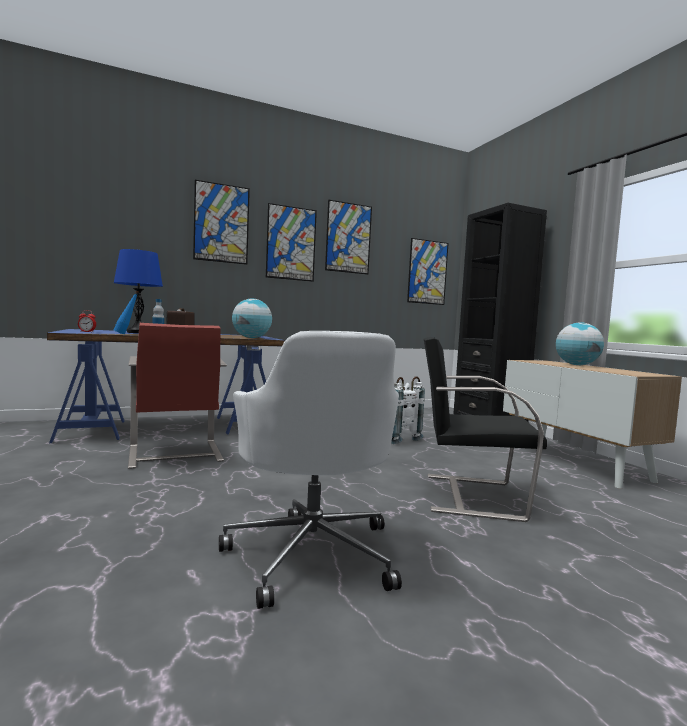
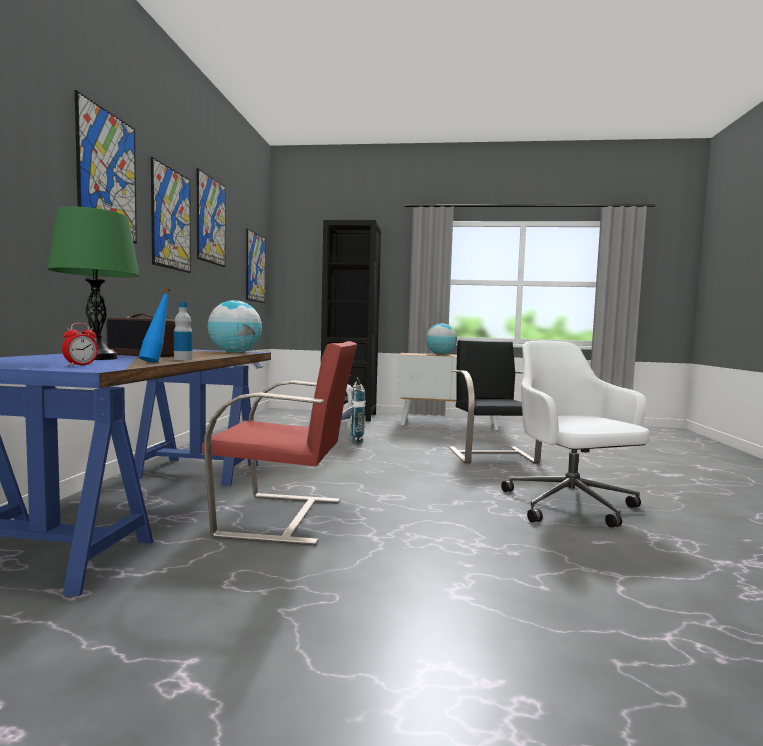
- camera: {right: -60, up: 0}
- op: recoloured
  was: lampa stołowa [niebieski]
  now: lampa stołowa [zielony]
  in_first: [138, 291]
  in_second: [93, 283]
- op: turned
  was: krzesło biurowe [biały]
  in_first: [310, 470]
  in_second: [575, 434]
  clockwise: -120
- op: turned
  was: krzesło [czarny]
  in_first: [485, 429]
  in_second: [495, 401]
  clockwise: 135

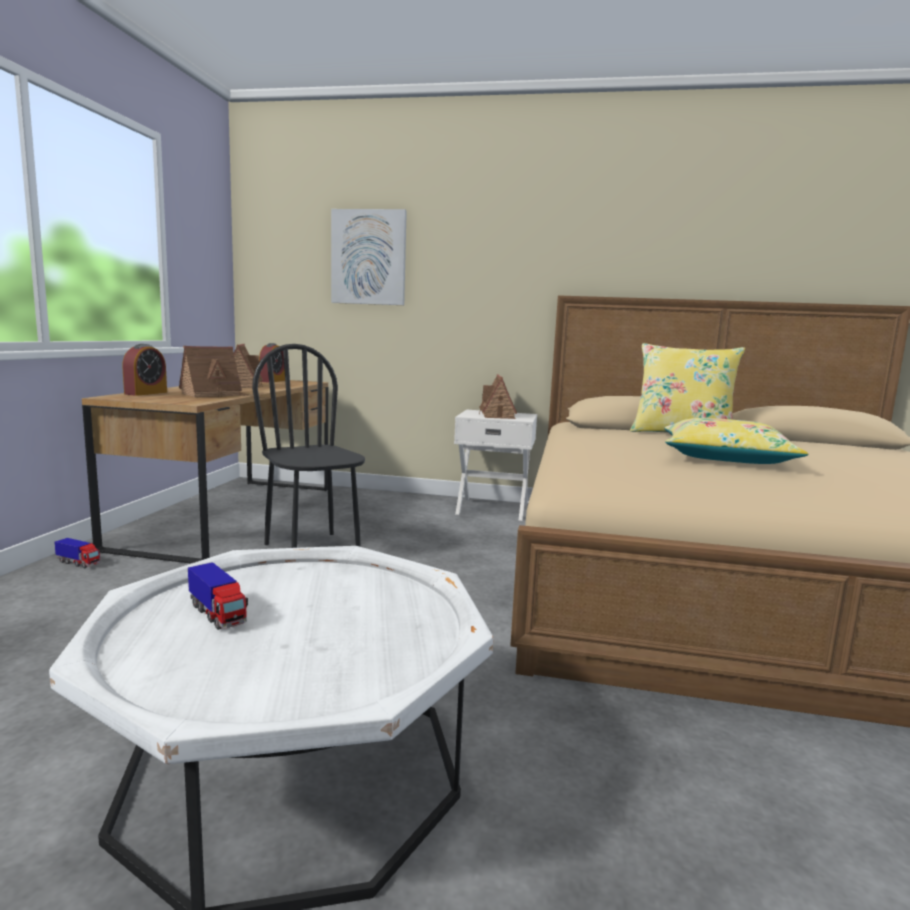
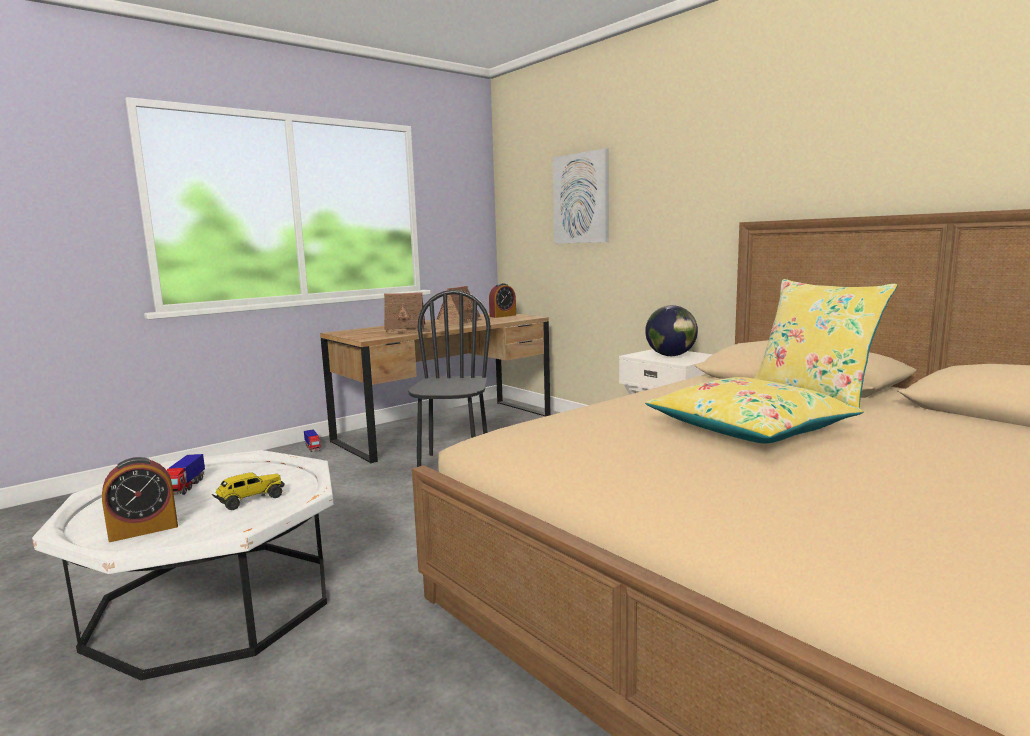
- camera: {right: 40, up: 0}
- op: moved
  was: budzik
  in_first: [144, 370]
  in_second: [140, 499]
- op: replaced
  was: domek
  now: globus
  in_first: [498, 396]
  in_second: [671, 330]
- op: added
  now: ciężarówka zabawkowa
  in_second: [248, 491]

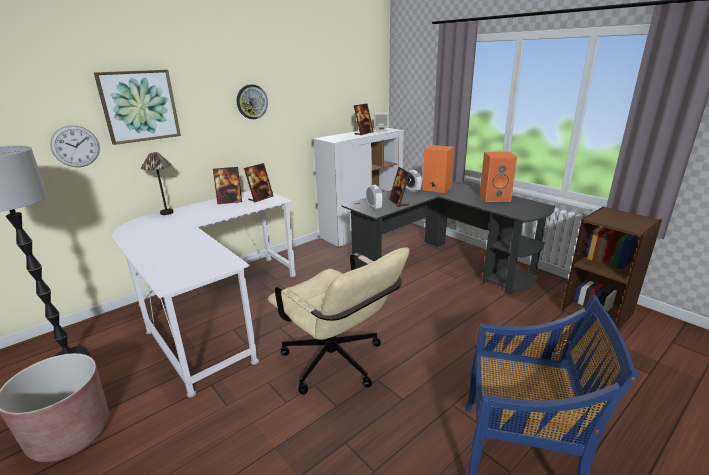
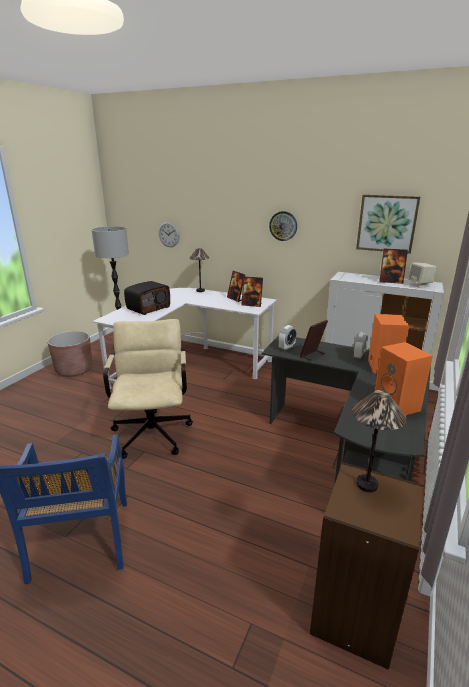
- camera: {right: 65, up: 0}
- op: moved
  was: obraz
  in_first: [137, 107]
  in_second: [388, 224]
- op: turned
  was: krzesło biurowe [beżowy]
  in_first: [338, 321]
  in_second: [148, 389]
  clockwise: 150
- op: added
  now: radio
  in_second: [147, 298]
- op: added
  now: lampa stołowa
  in_second: [379, 441]

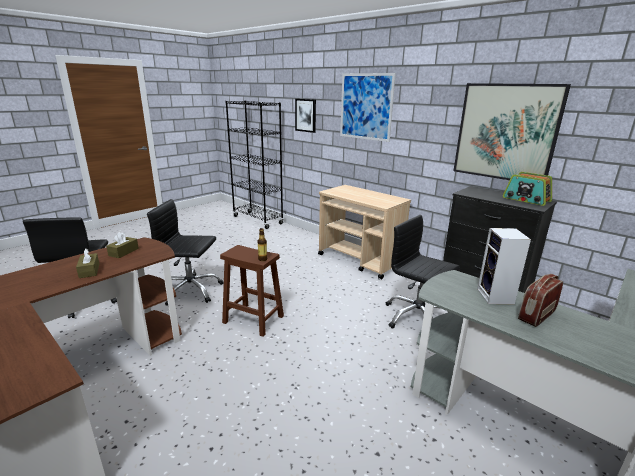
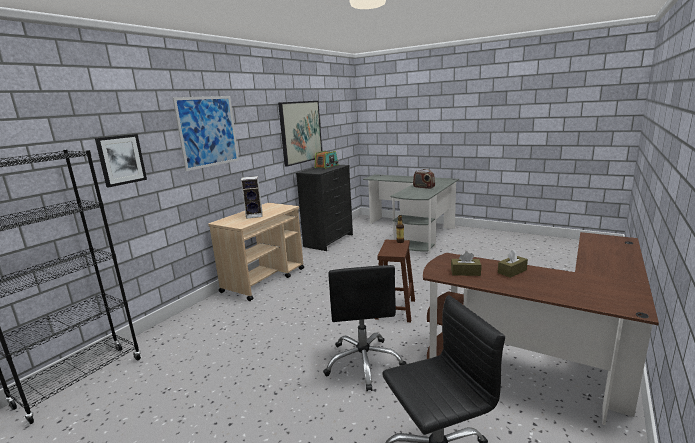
- camera: {right: -100, up: -5}
- op: removed
  was: krzesło biurowe [czarny]
  in_first: [423, 272]
- op: moved
  was: głośnik
  in_first: [504, 266]
  in_second: [252, 197]

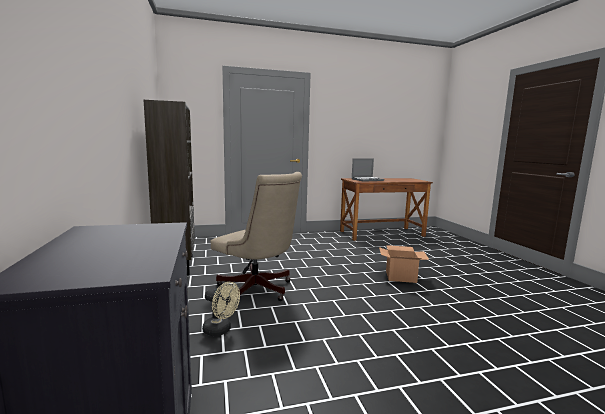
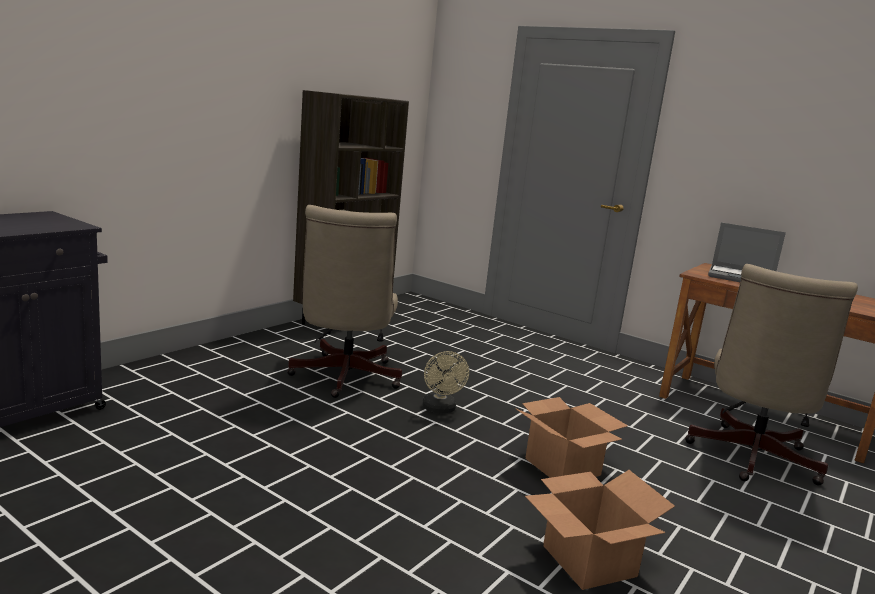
- camera: {right: 50, up: 5}
- op: moved
  was: wentylator [beżowy]
  in_first: [221, 309]
  in_second: [445, 382]
- op: added
  now: krzesło biurowe [beżowy]
  in_second: [771, 375]
- op: added
  now: karton
  in_second: [600, 530]

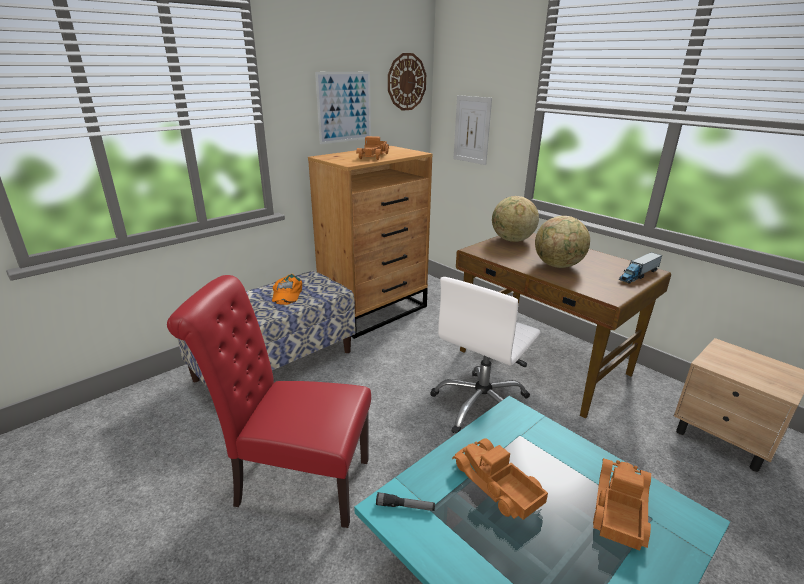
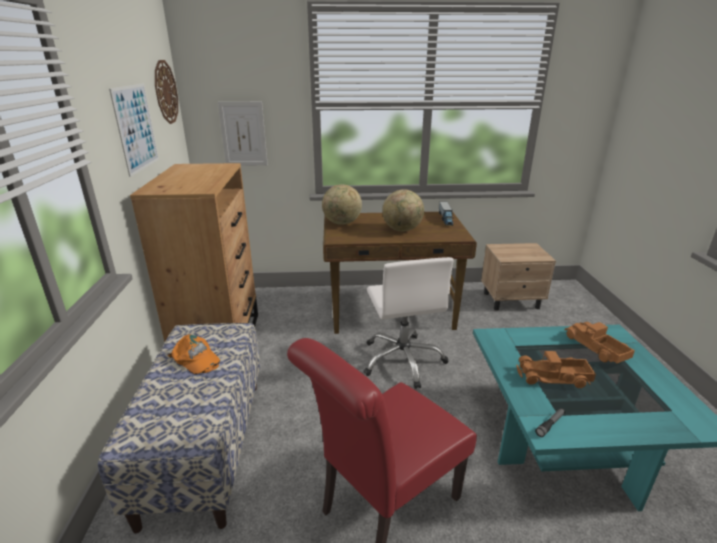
- camera: {right: -50, up: 0}
- op: removed
  was: ciężarówka zabawkowa
  in_first: [372, 148]

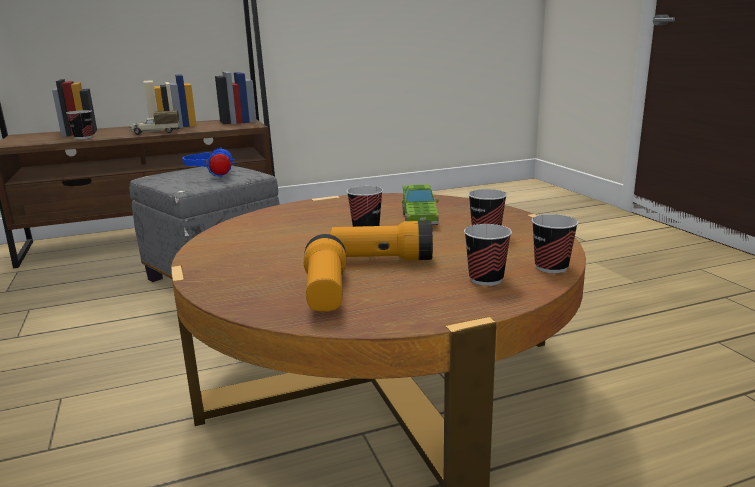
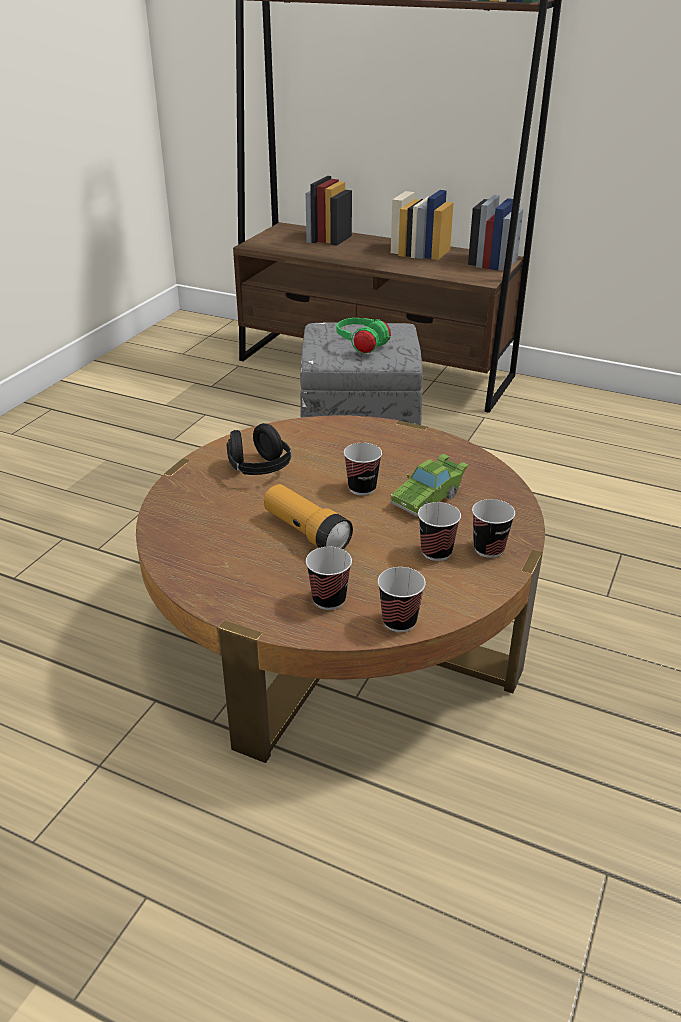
- camera: {right: 45, up: 15}
- op: moved
  was: filiżanka
  in_first: [79, 124]
  in_second: [493, 528]
- op: removed
  was: ciężarówka zabawkowa
  in_first: [155, 122]
- op: recoloured
  was: słuchawki [niebieski]
  now: słuchawki [zielony]
  in_first: [209, 162]
  in_second: [364, 336]
- op: removed
  was: latarka
  in_first: [325, 273]
- op: added
  now: słuchawki [czarny]
  in_second: [259, 449]

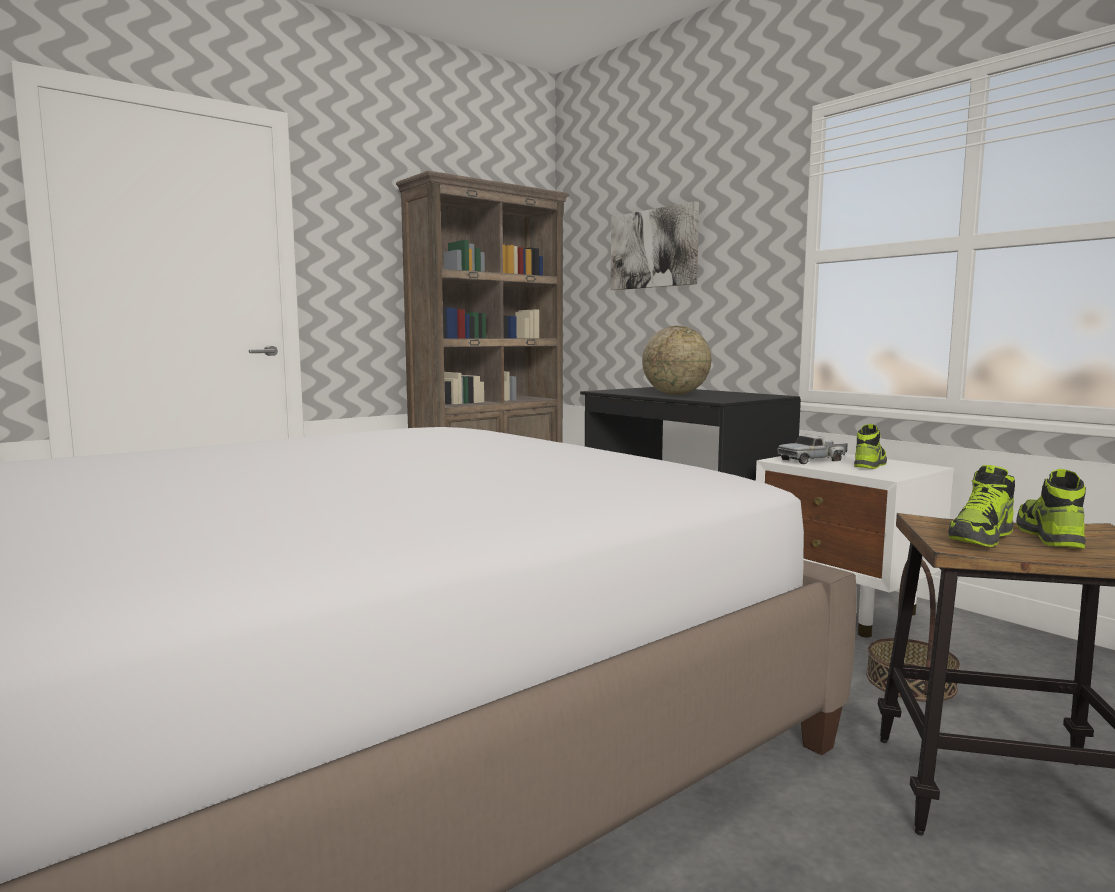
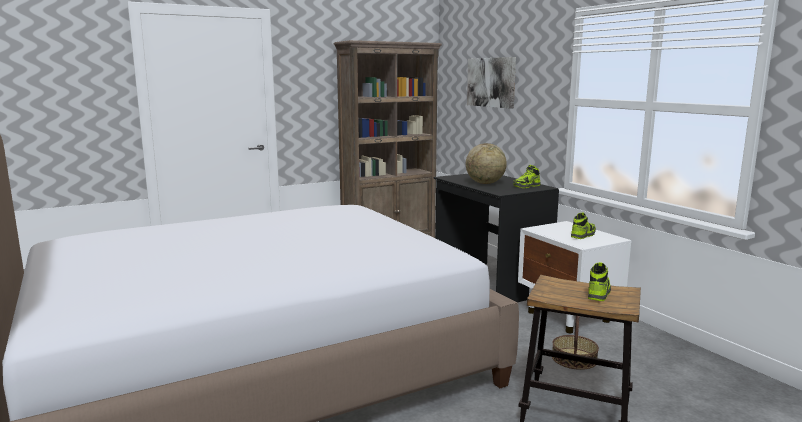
- camera: {right: 10, up: 5}
- op: removed
  was: ciężarówka zabawkowa
  in_first: [812, 449]
- op: moved
  was: but
  in_first: [981, 506]
  in_second: [526, 176]

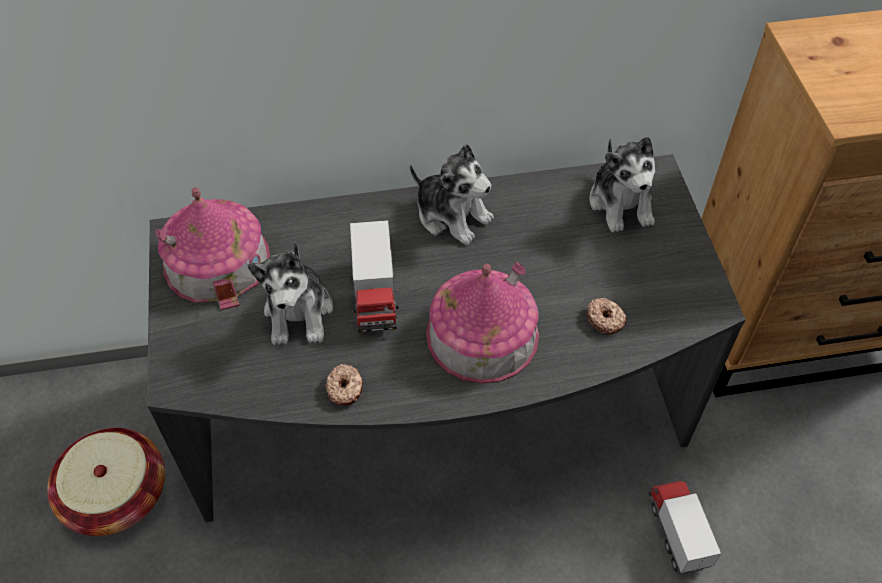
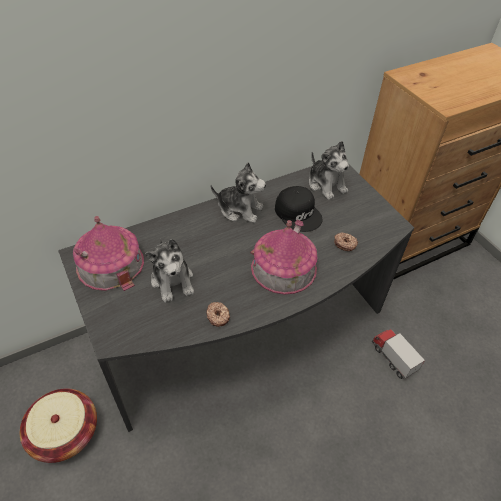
- camera: {right: -20, up: -5}
- op: removed
  was: ciężarówka zabawkowa
  in_first: [374, 276]
- op: added
  now: czapka z daszkiem [czarny]
  in_second: [298, 209]

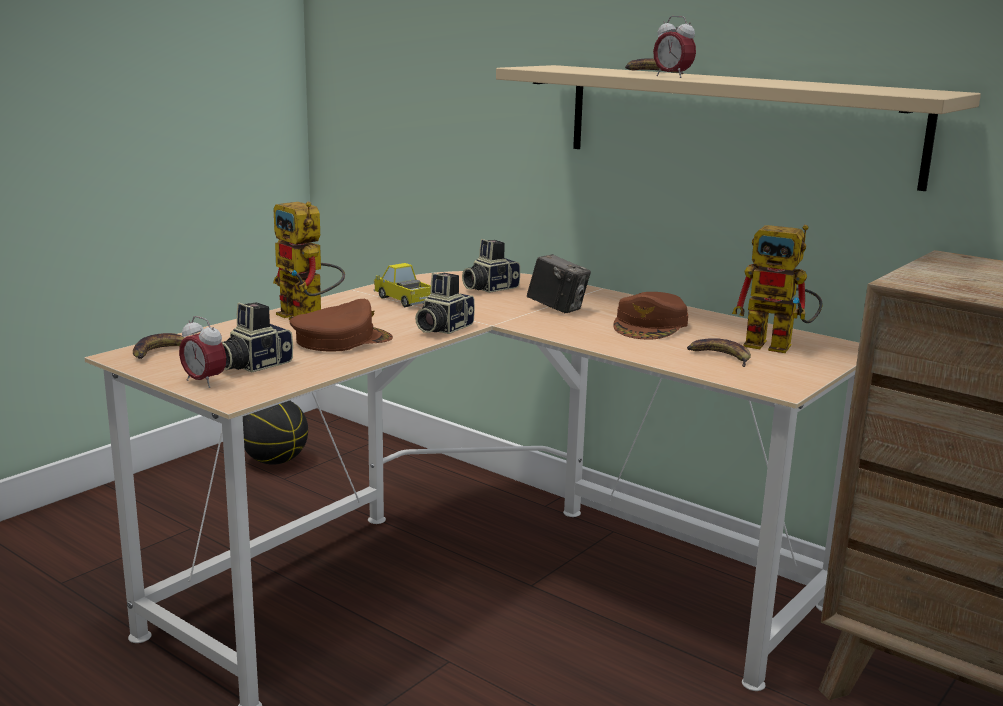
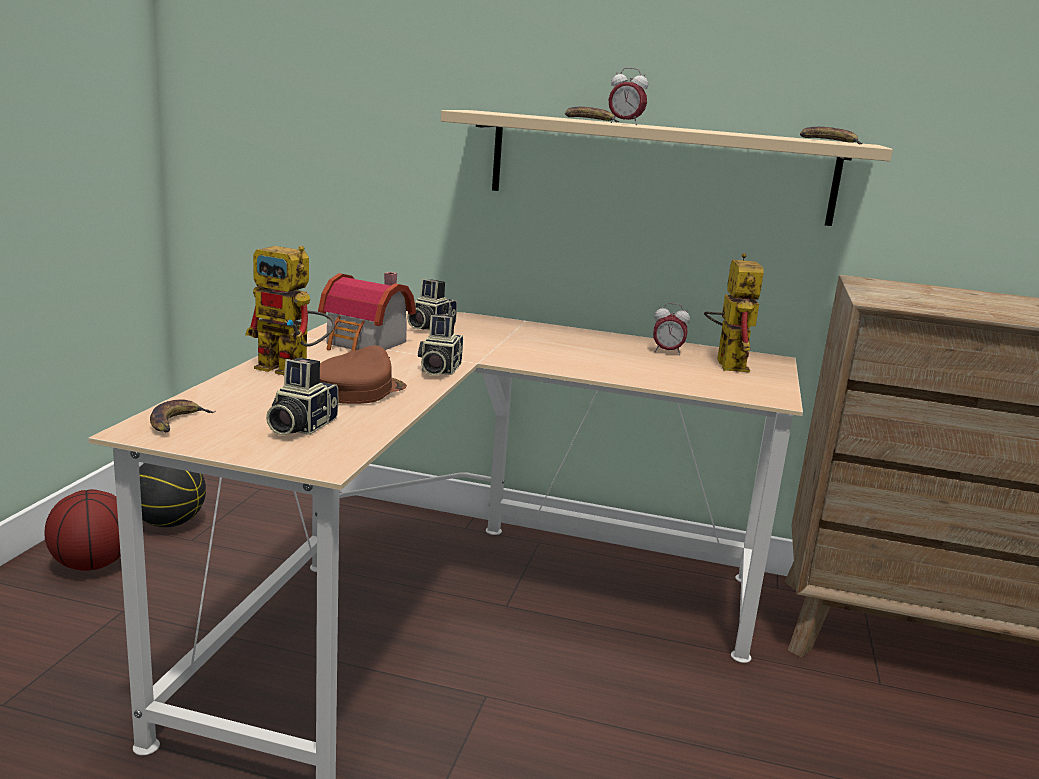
- camera: {right: -25, up: 0}
- op: turned
  was: robot zabawkowy
  in_first: [777, 289]
  in_second: [734, 312]
  clockwise: -90
- op: removed
  was: aparat fotograficzny
  in_first: [559, 283]
- op: replaced
  was: ciężarówka zabawkowa
  now: domek
  in_first: [402, 285]
  in_second: [367, 311]
- op: removed
  was: czapka z daszkiem [brązowy]
  in_first: [650, 316]
- op: moved
  was: budzik
  in_first: [202, 352]
  in_second: [671, 329]
- op: moved
  was: banan
  in_first: [719, 352]
  in_second: [831, 135]
- op: added
  now: piłka do koszykówki
  in_second: [83, 530]

